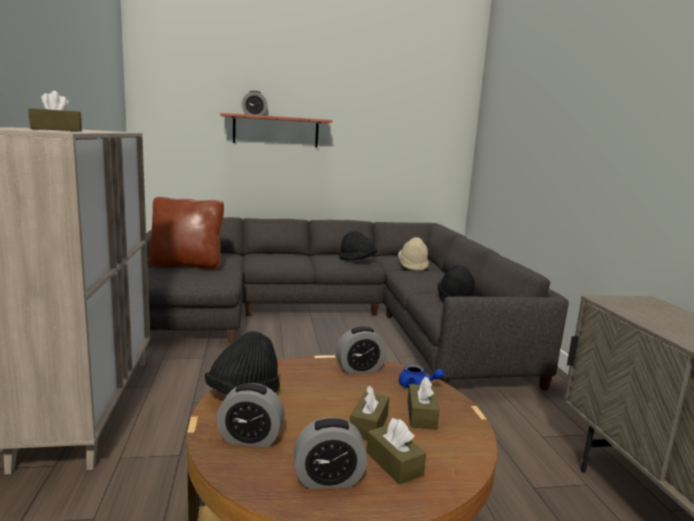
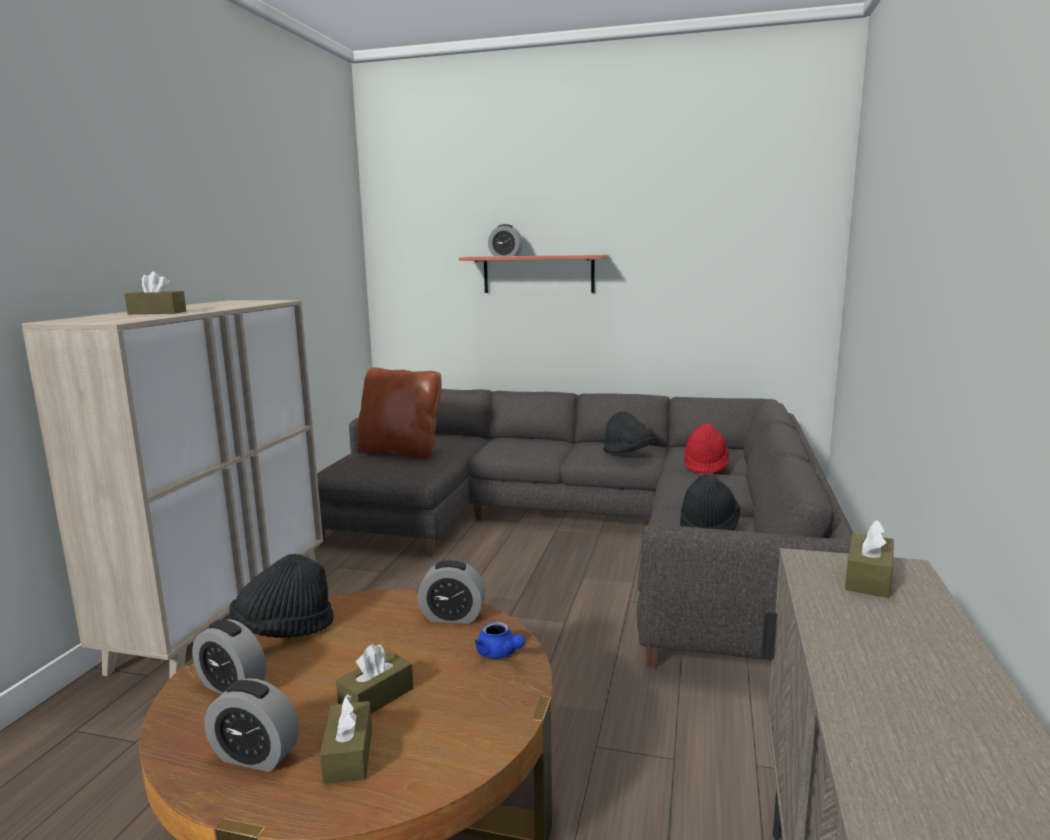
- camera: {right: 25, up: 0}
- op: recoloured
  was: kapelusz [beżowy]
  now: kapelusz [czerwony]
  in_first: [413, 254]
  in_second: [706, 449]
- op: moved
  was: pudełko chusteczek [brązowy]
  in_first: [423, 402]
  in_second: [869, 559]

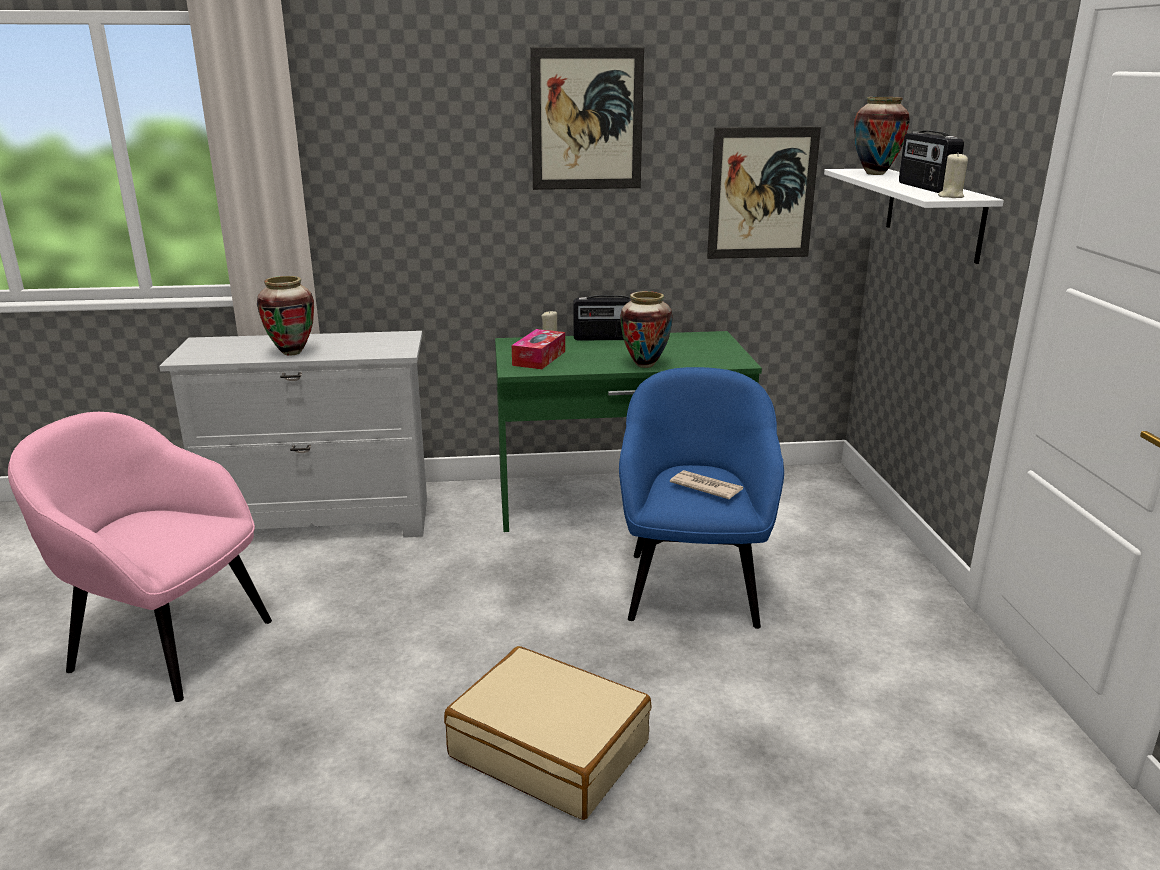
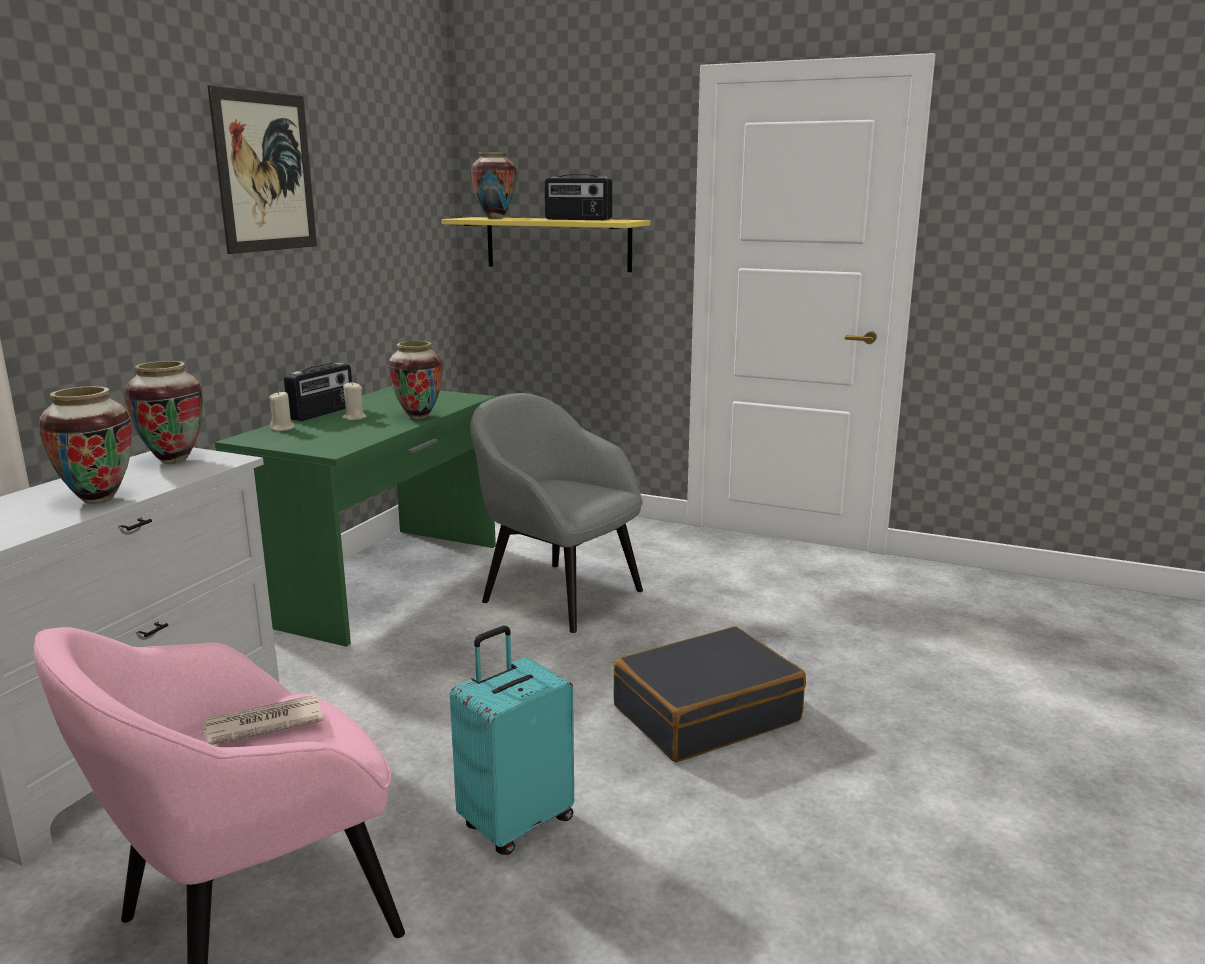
- camera: {right: -60, up: -5}
- op: removed
  was: obraz
  in_first: [764, 193]
- op: moved
  was: świeca [beżowy]
  in_first: [953, 175]
  in_second: [354, 401]
- op: recoloured
  was: półka [biały]
  now: półka [żółty]
  in_first: [914, 216]
  in_second: [545, 244]
- op: removed
  was: pudełko chusteczek
  in_first: [538, 349]
- op: recoloured
  was: fotel [niebieski]
  now: fotel [szary]
  in_first: [701, 498]
  in_second: [556, 513]
- op: moved
  was: gazeta
  in_first: [706, 484]
  in_second: [262, 720]
- op: recoloured
  was: walizka [beżowy]
  now: walizka [czarny]
  in_first: [548, 733]
  in_second: [709, 694]
- op: added
  now: wazon
  in_second: [164, 412]
- op: added
  now: walizka [turkusowy]
  in_second: [512, 740]

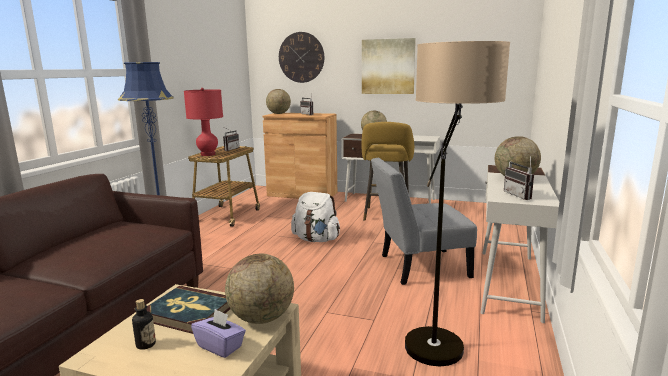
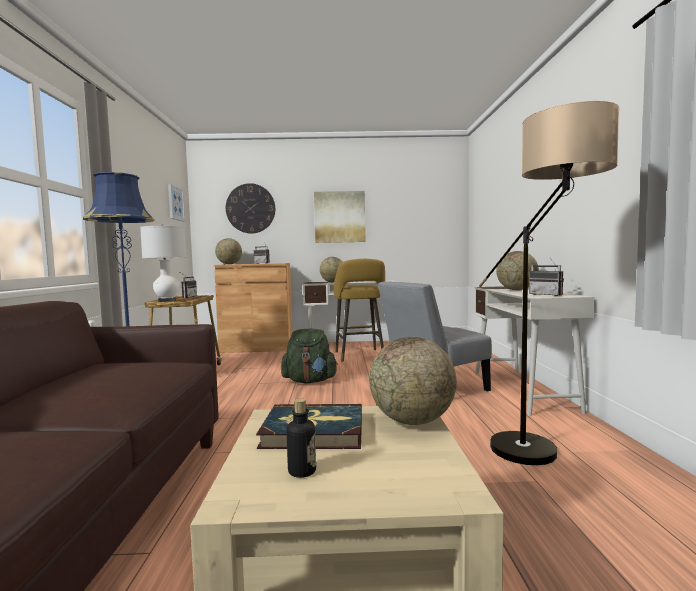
- camera: {right: -20, up: -10}
- op: recoloured
  was: lampa stołowa [czerwony]
  now: lampa stołowa [biały]
  in_first: [203, 122]
  in_second: [163, 263]
- op: recoloured
  was: plecak [biały]
  now: plecak [zielony]
  in_first: [315, 217]
  in_second: [309, 356]
- op: removed
  was: pudełko chusteczek [fioletowy]
  in_first: [218, 333]
- op: added
  now: obraz
  in_second: [176, 202]

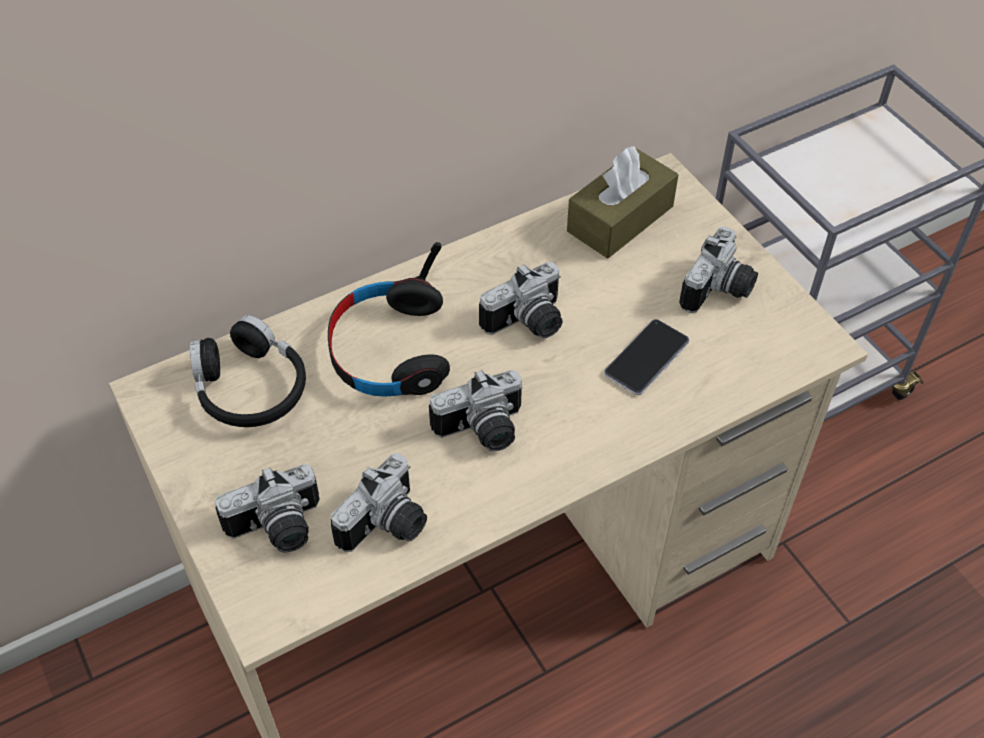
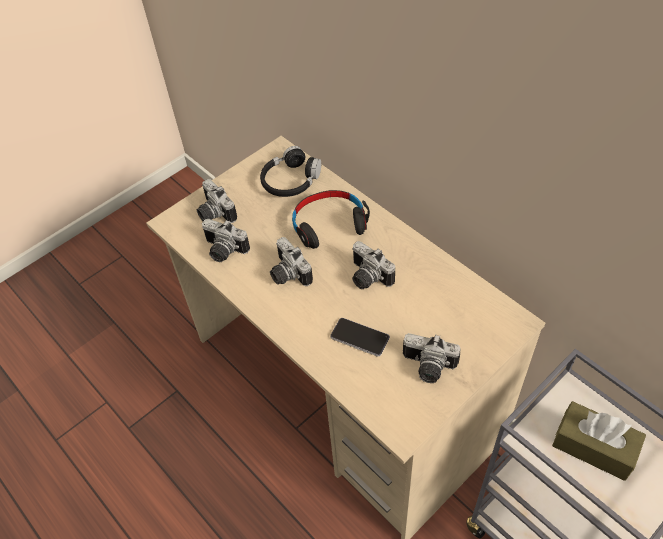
- camera: {right: 80, up: 0}
- op: moved
  was: pudełko chusteczek [brązowy]
  in_first: [622, 202]
  in_second: [599, 441]

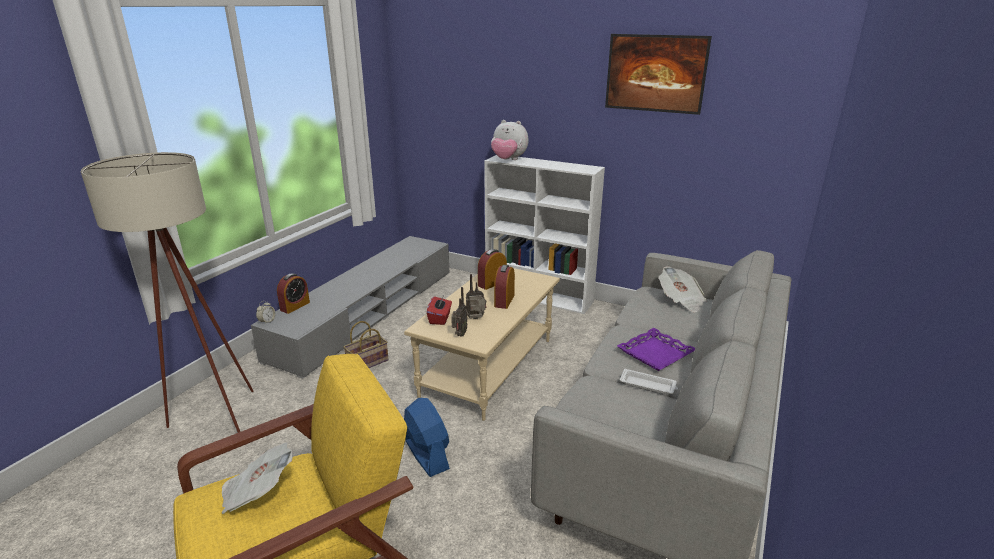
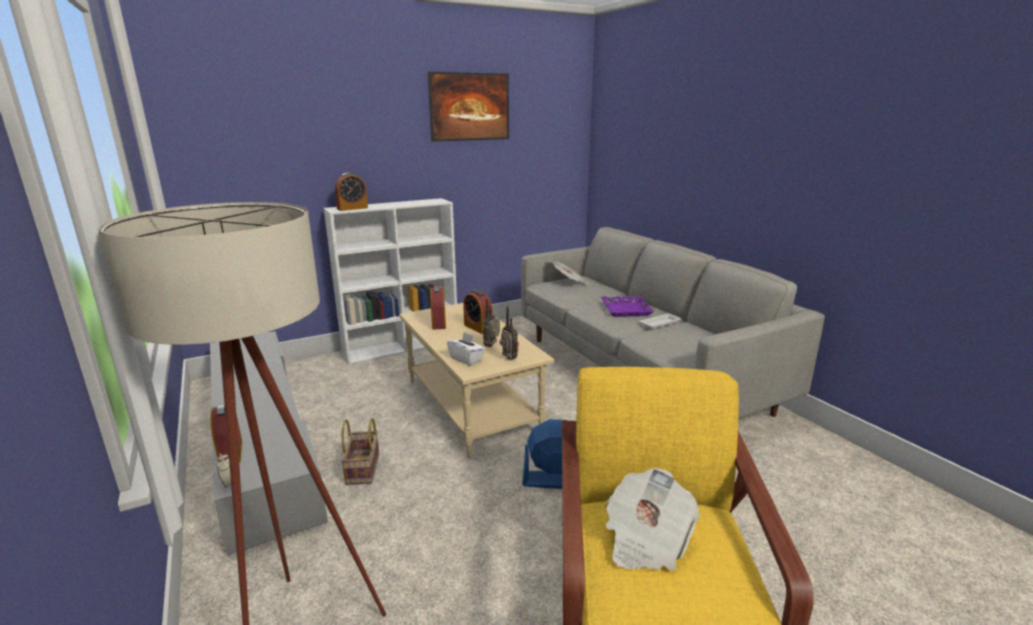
- camera: {right: -55, up: -5}
- op: replaced
  was: pluszak
  now: budzik
  in_first: [510, 140]
  in_second: [351, 191]
- op: recoloured
  was: pudełko chusteczek [czerwony]
  now: pudełko chusteczek [biały]
  in_first: [439, 310]
  in_second: [466, 348]

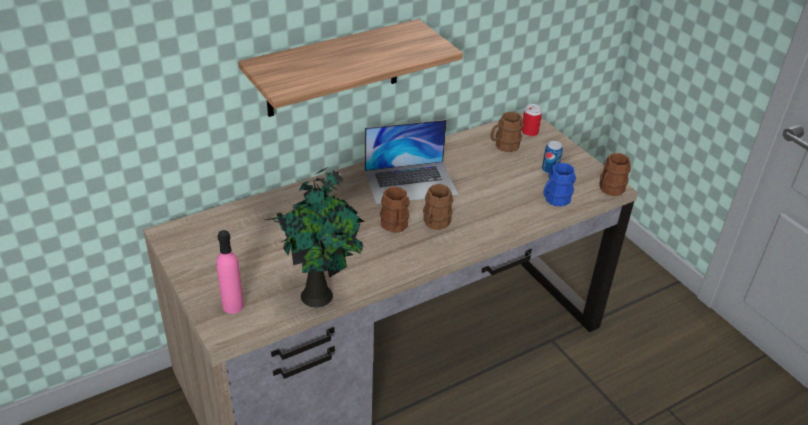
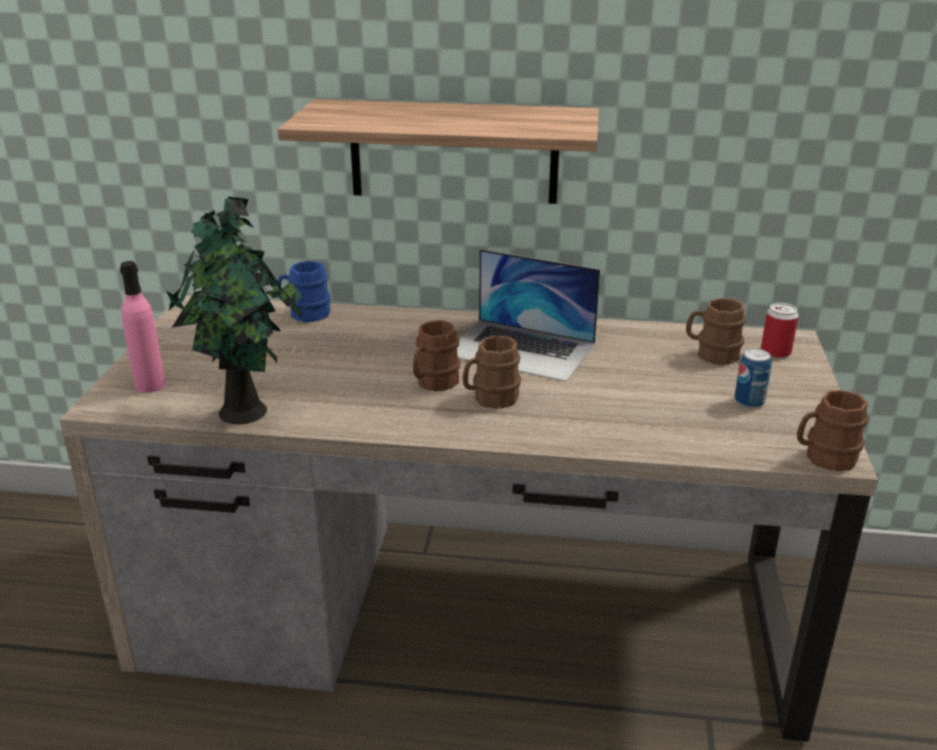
- camera: {right: 40, up: -10}
- op: moved
  was: kubek [niebieski]
  in_first: [559, 184]
  in_second: [303, 291]

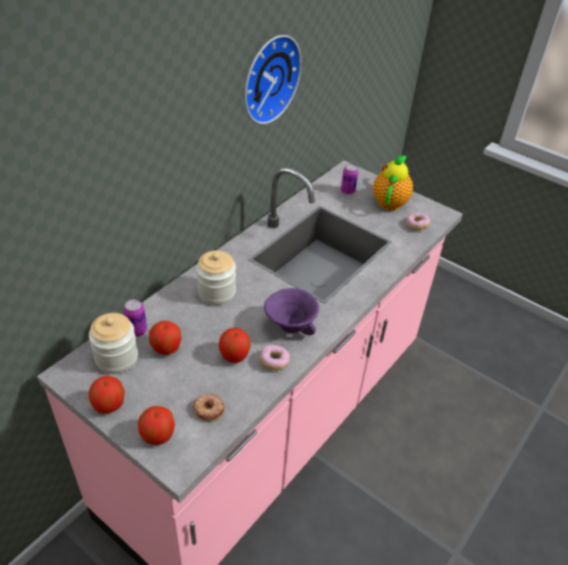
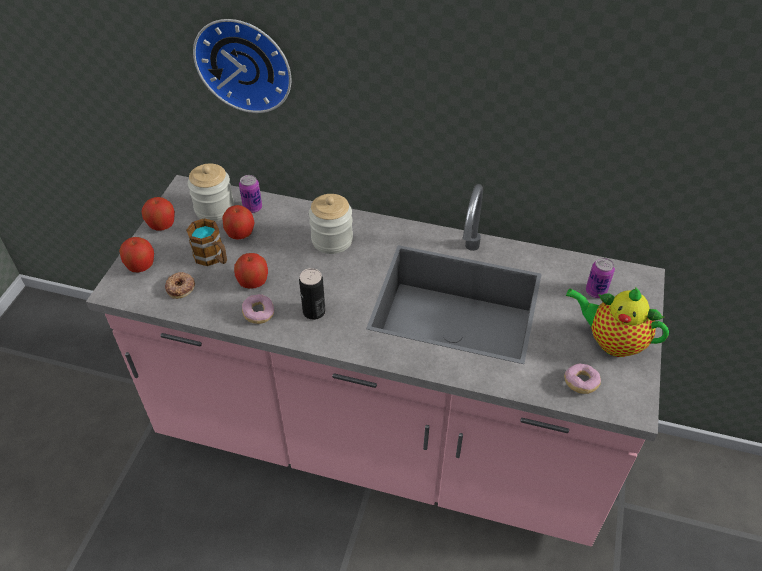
- camera: {right: 70, up: 5}
- op: moved
  was: zegar ścienny
  in_first: [273, 79]
  in_second: [242, 66]
- op: turned
  was: imbryk
  in_first: [393, 183]
  in_second: [617, 322]
  clockwise: -150
- op: replaced
  was: miska [fioletowy]
  now: puszka
  in_first: [291, 311]
  in_second: [312, 294]
- op: added
  now: kubek
  in_second: [206, 242]

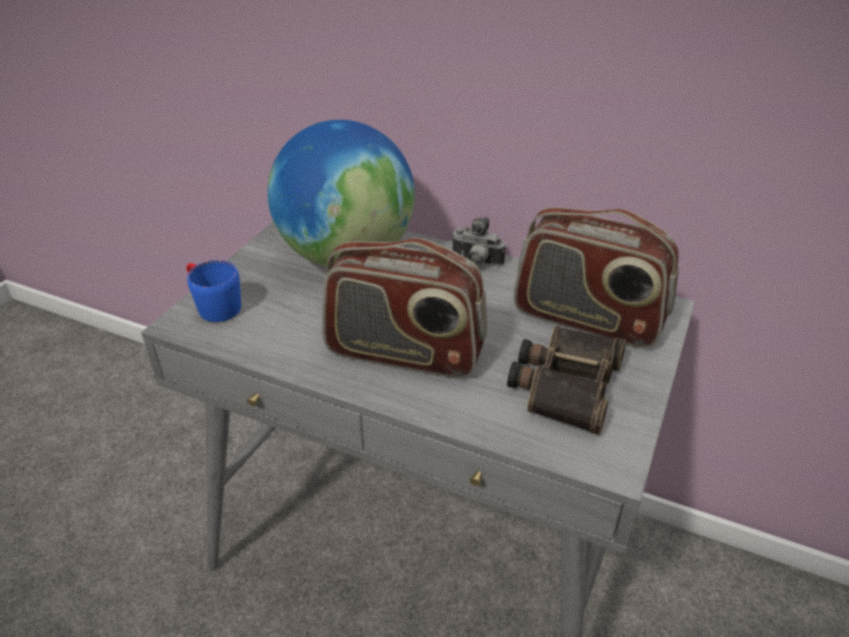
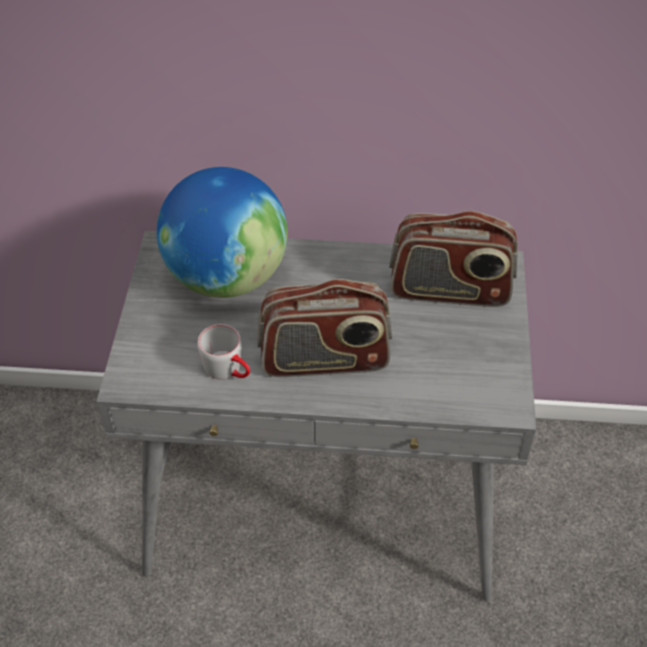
- camera: {right: -20, up: 10}
- op: removed
  was: aparat fotograficzny
  in_first: [478, 241]
- op: removed
  was: kubek [niebieski]
  in_first: [213, 291]
- op: removed
  was: lornetka
  in_first: [566, 380]
- op: added
  now: kubek [szary]
  in_second: [223, 351]

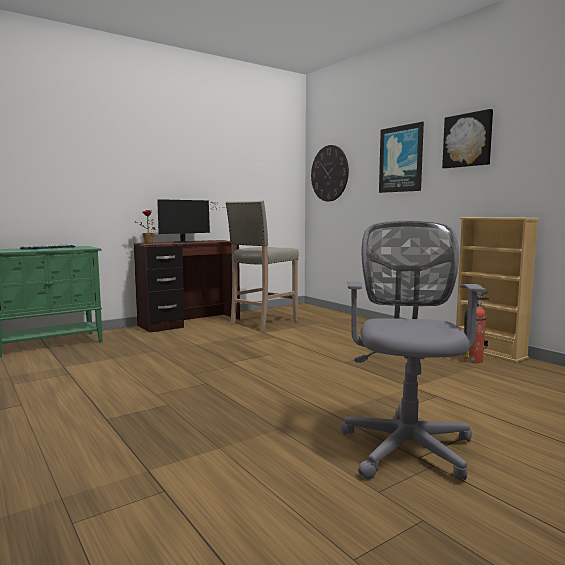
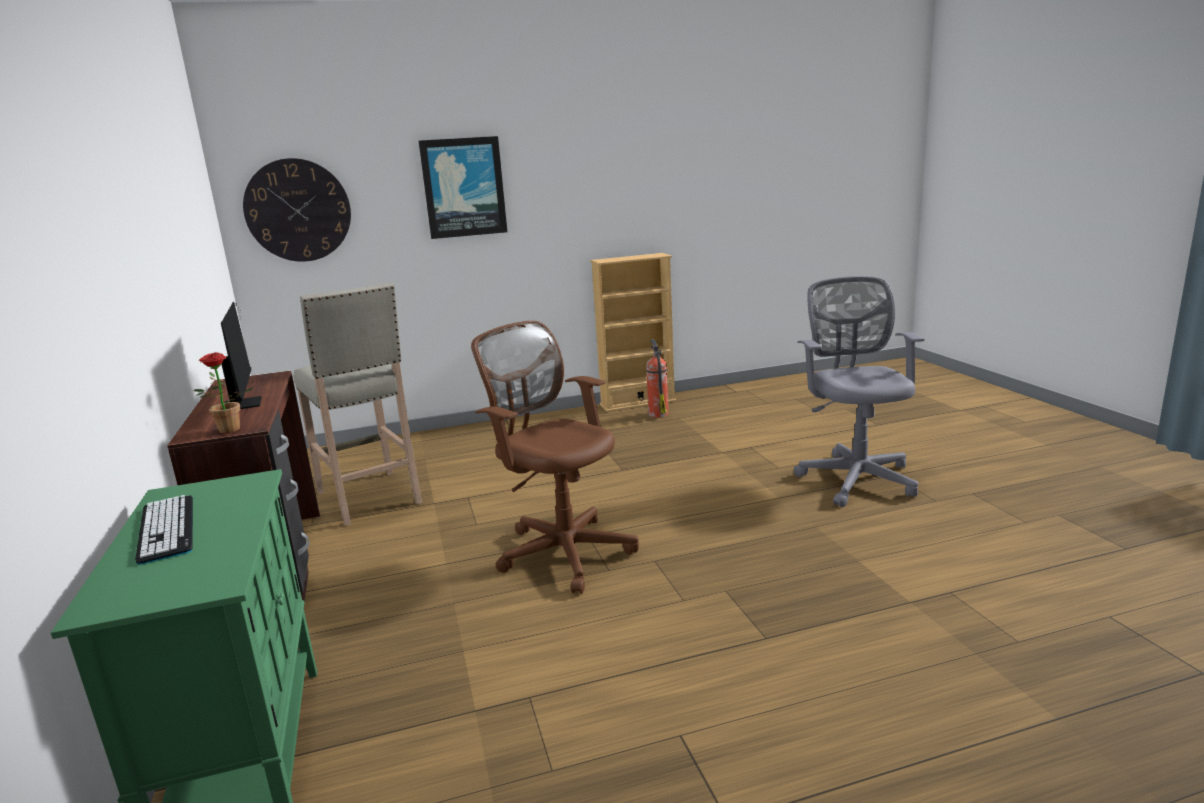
- camera: {right: -70, up: 10}
- op: removed
  was: obraz
  in_first: [467, 138]
- op: turned
  was: krzesło biurowe [szary]
  in_first: [413, 350]
  in_second: [859, 391]
  clockwise: 60
- op: added
  now: krzesło biurowe [brązowy]
  in_second: [555, 457]

